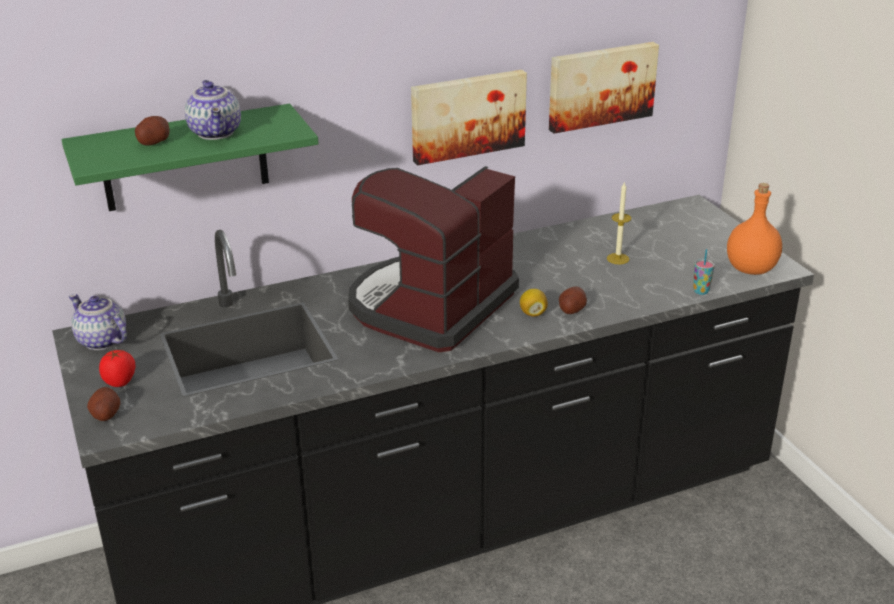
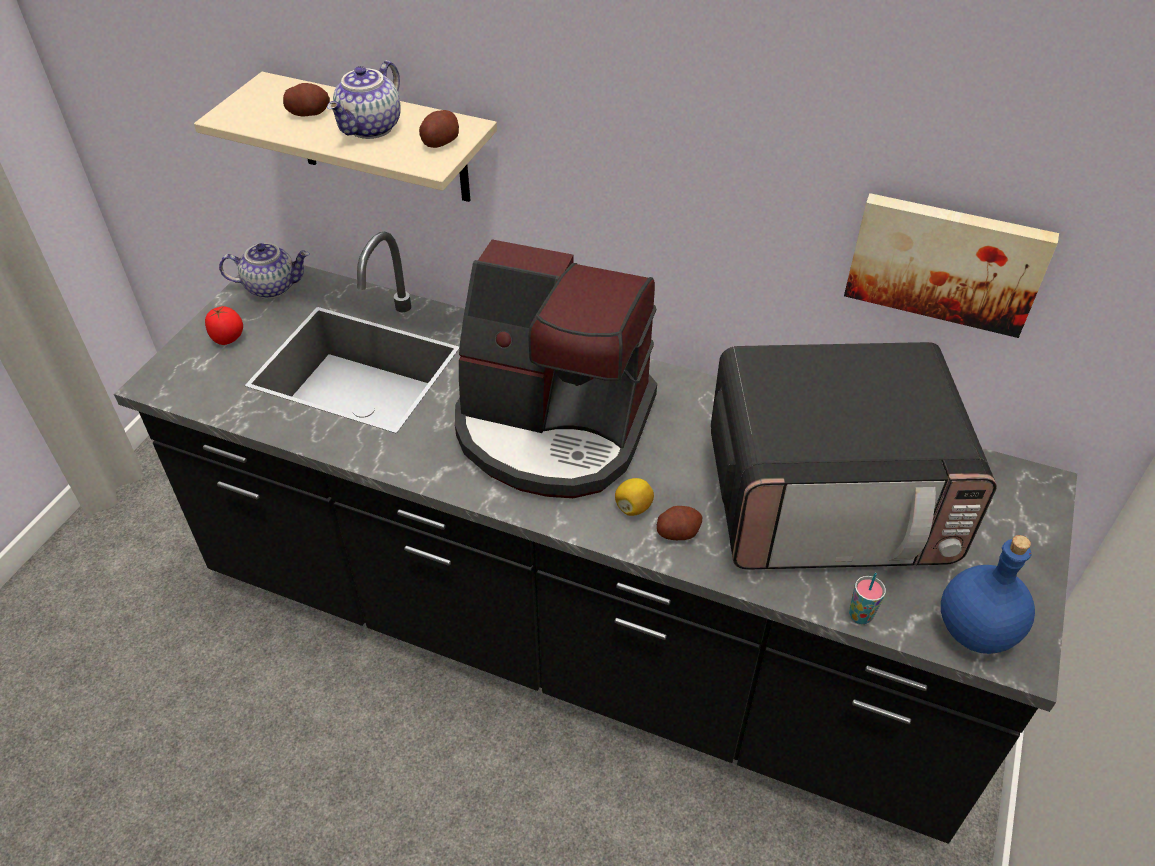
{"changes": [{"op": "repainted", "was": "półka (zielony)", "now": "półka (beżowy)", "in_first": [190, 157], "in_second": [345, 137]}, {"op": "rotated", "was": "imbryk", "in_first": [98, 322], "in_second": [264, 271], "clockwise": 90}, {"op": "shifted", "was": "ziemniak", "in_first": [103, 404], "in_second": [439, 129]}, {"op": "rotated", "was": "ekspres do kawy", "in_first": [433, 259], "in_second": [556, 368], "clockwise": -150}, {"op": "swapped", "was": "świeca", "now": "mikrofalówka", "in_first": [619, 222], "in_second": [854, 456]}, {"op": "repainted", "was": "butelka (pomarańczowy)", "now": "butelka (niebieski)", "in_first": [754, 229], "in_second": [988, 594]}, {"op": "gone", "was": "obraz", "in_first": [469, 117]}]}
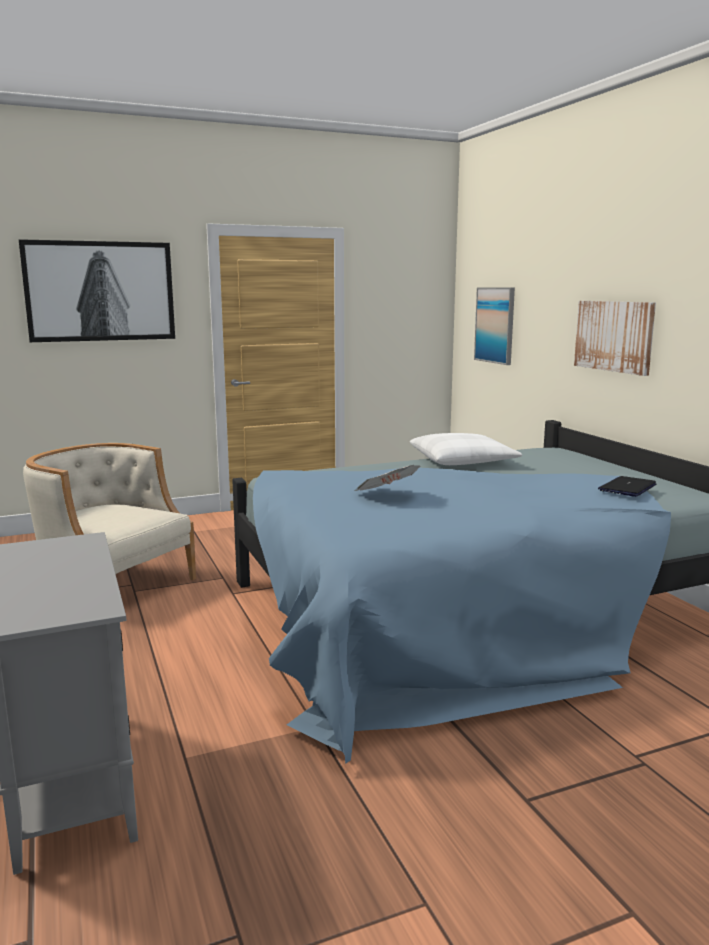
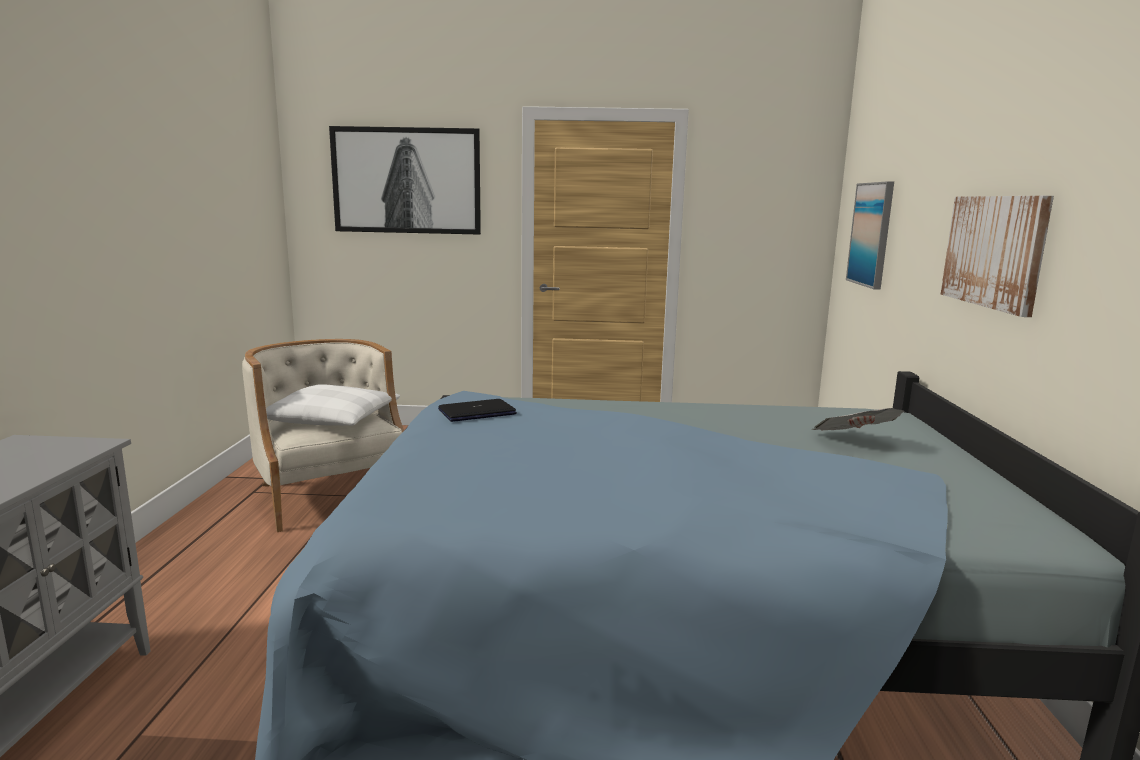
{"changes": [{"op": "shifted", "was": "poduszka (biały)", "in_first": [466, 449], "in_second": [333, 405]}, {"op": "shifted", "was": "laptop", "in_first": [627, 486], "in_second": [477, 410]}, {"op": "shifted", "was": "gazeta", "in_first": [387, 478], "in_second": [858, 419]}]}
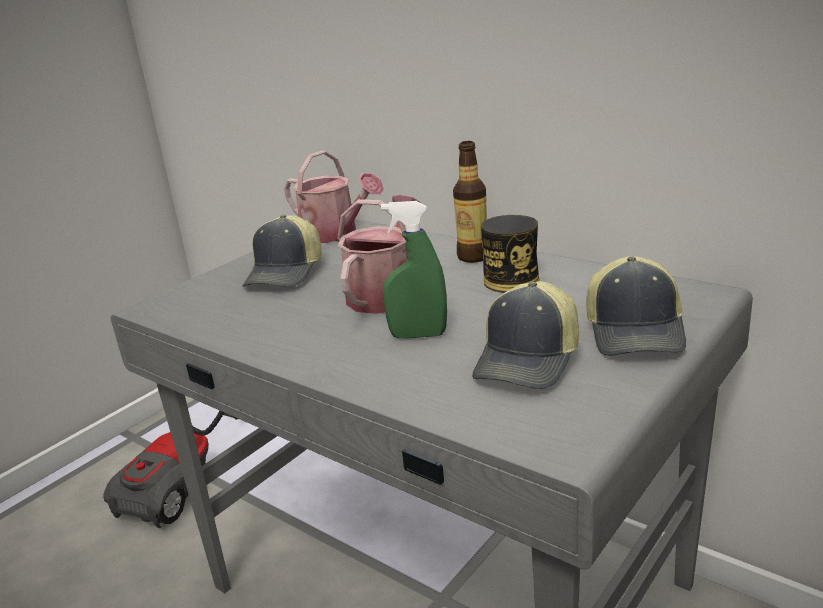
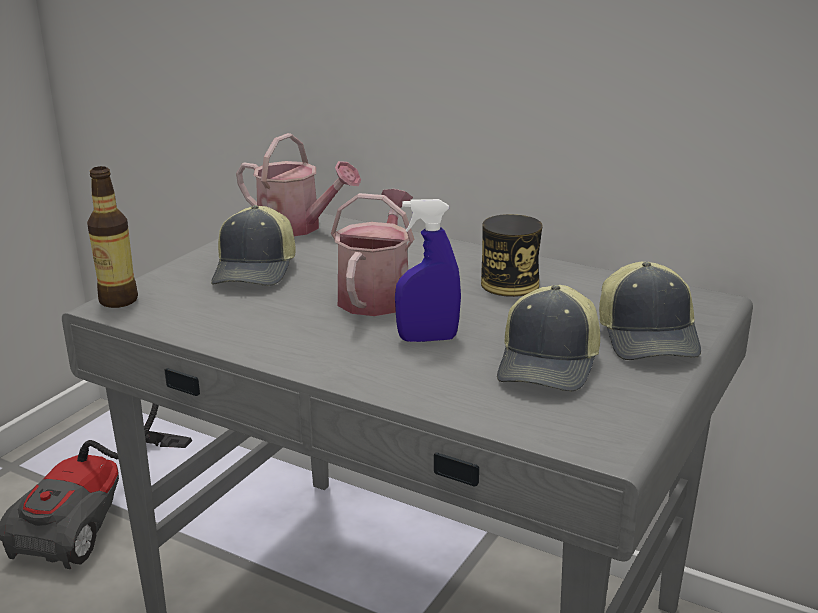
{"changes": [{"op": "shifted", "was": "butelka", "in_first": [470, 202], "in_second": [112, 237]}, {"op": "repainted", "was": "spryskiwacz (zielony)", "now": "spryskiwacz (niebieski)", "in_first": [414, 269], "in_second": [428, 270]}]}
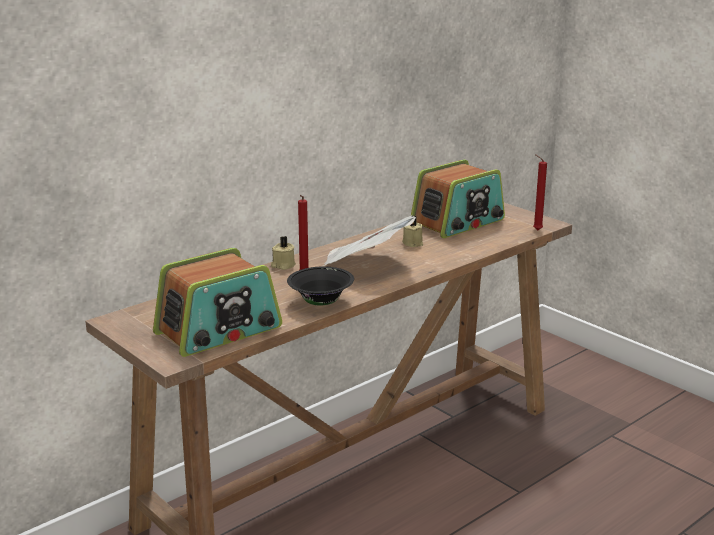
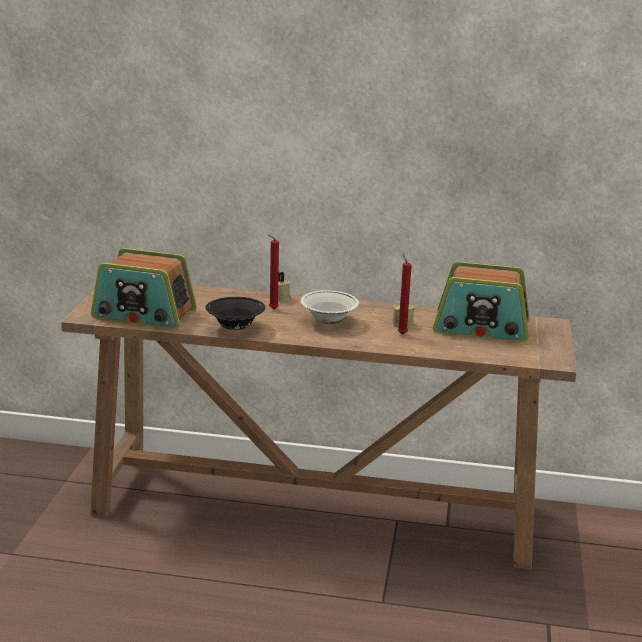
{"changes": [{"op": "swapped", "was": "gazeta", "now": "miska (biały)", "in_first": [369, 240], "in_second": [329, 307]}, {"op": "shifted", "was": "świeca (czerwony)", "in_first": [540, 192], "in_second": [405, 294]}]}
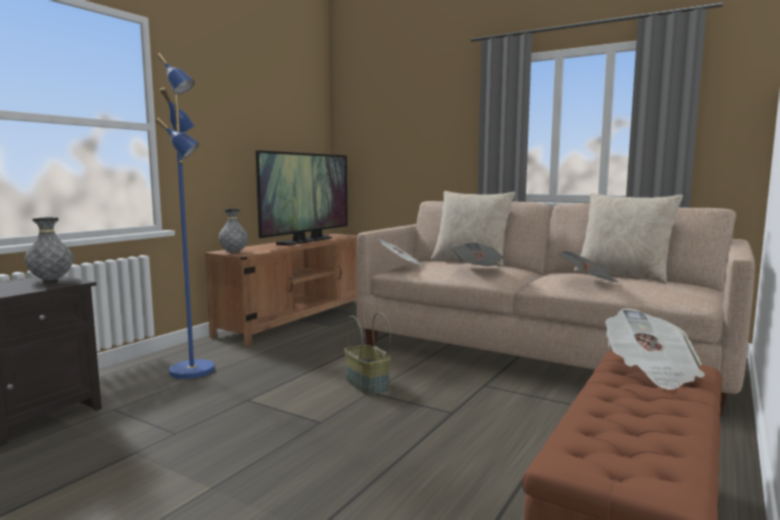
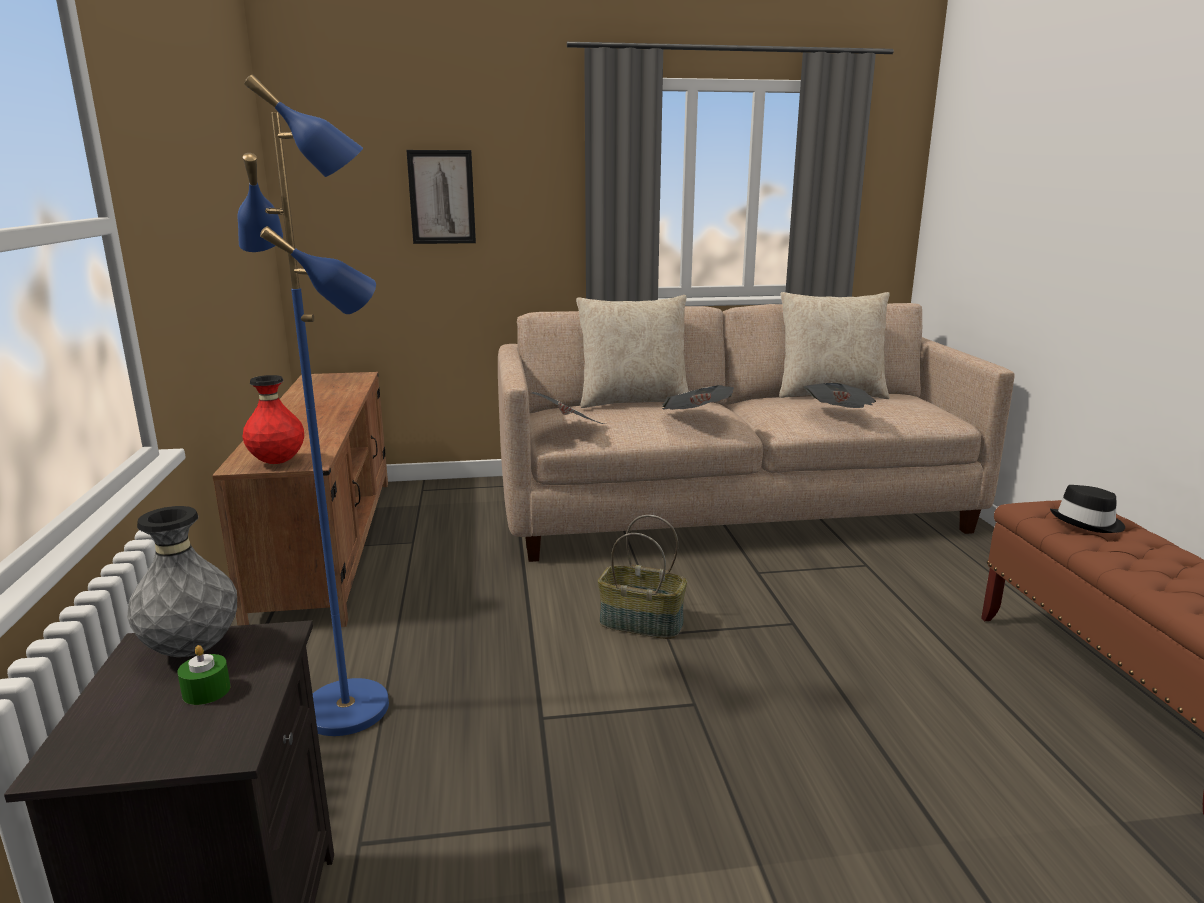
{"changes": [{"op": "new", "now": "świeca (zielony)", "in_second": [203, 675]}, {"op": "repainted", "was": "wazon (szary)", "now": "wazon (czerwony)", "in_first": [233, 231], "in_second": [273, 419]}, {"op": "new", "now": "obraz", "in_second": [441, 197]}, {"op": "swapped", "was": "gazeta", "now": "kapelusz (czarny)", "in_first": [655, 349], "in_second": [1087, 509]}, {"op": "gone", "was": "telewizor", "in_first": [302, 197]}]}
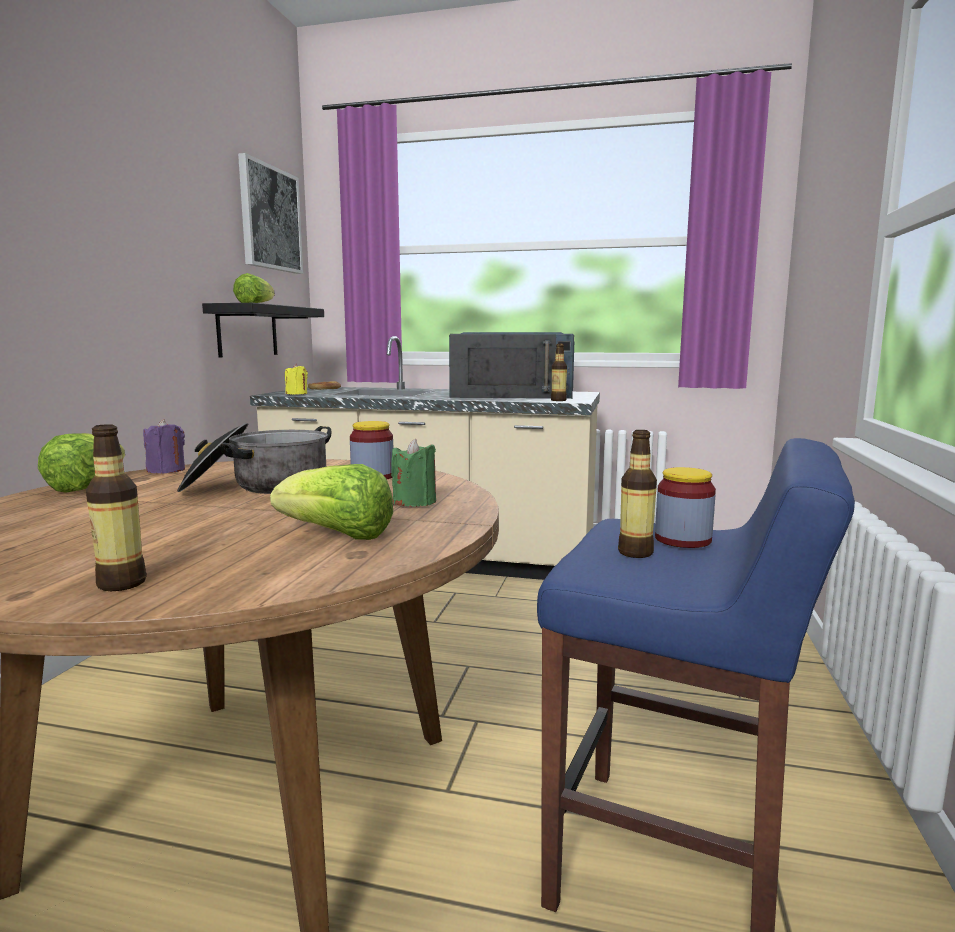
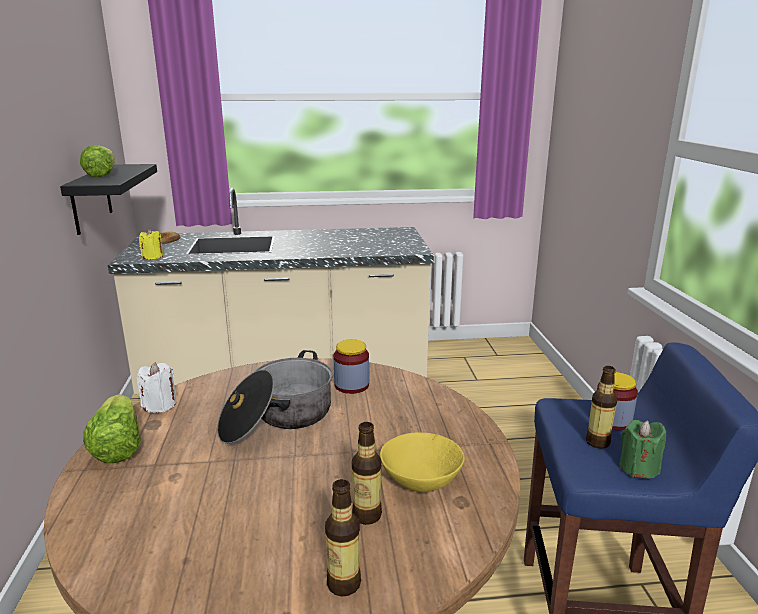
{"changes": [{"op": "repainted", "was": "świeca (fioletowy)", "now": "świeca (biały)", "in_first": [164, 446], "in_second": [156, 387]}, {"op": "shifted", "was": "butelka", "in_first": [559, 372], "in_second": [367, 473]}, {"op": "swapped", "was": "sałata", "now": "miska (żółty)", "in_first": [331, 502], "in_second": [422, 462]}, {"op": "shifted", "was": "świeca (zielony)", "in_first": [413, 473], "in_second": [643, 449]}, {"op": "gone", "was": "obraz", "in_first": [270, 213]}, {"op": "gone", "was": "mikrofalówka (niebieski)", "in_first": [511, 365]}]}
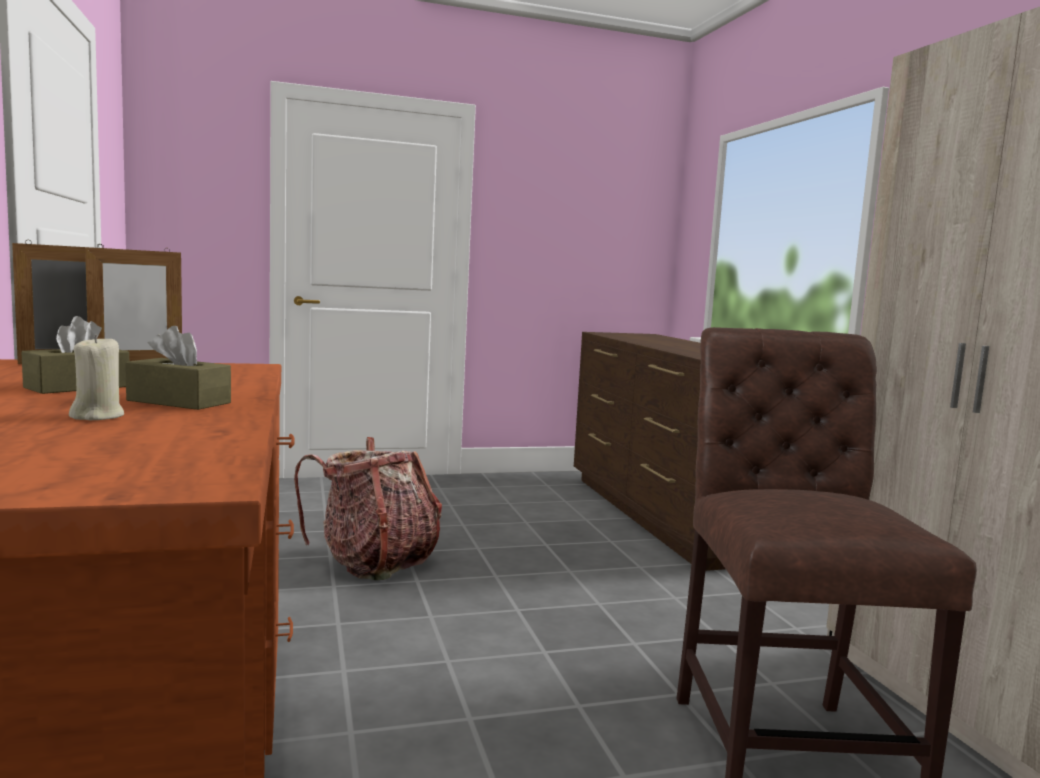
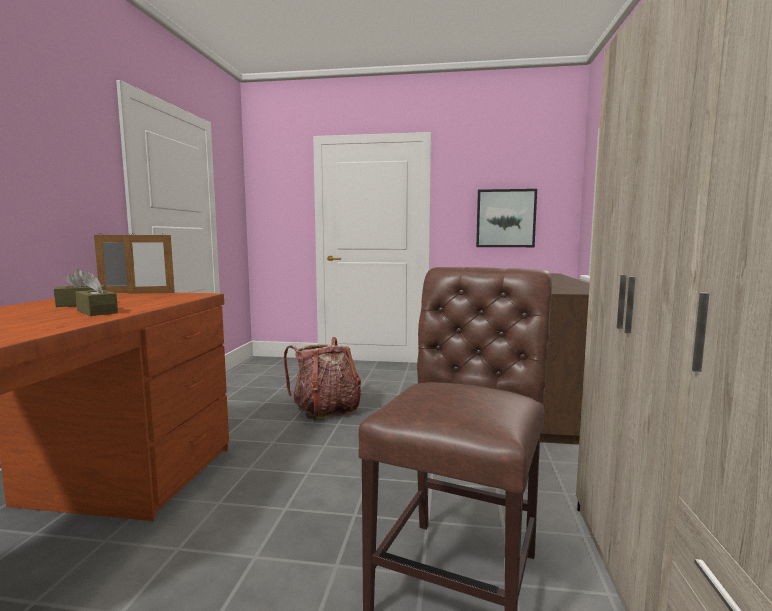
{"changes": [{"op": "new", "now": "obraz", "in_second": [506, 218]}, {"op": "gone", "was": "świeca (beżowy)", "in_first": [96, 377]}]}
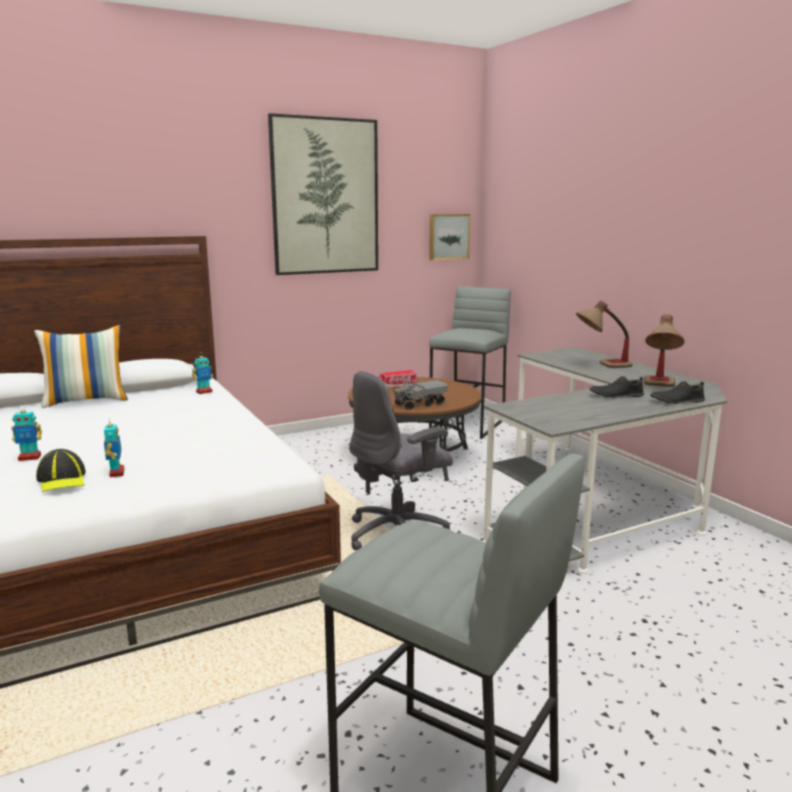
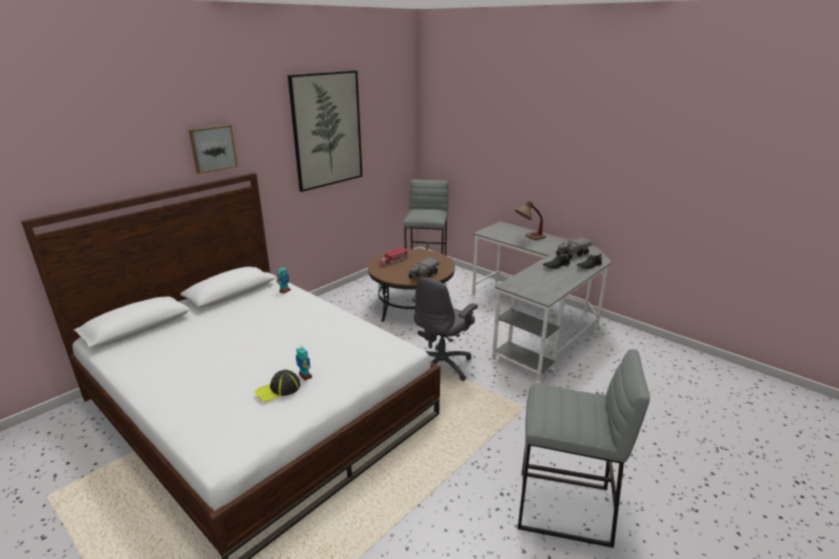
{"changes": [{"op": "shifted", "was": "obraz", "in_first": [449, 237], "in_second": [213, 149]}, {"op": "rotated", "was": "czapka z daszkiem", "in_first": [61, 470], "in_second": [277, 386], "clockwise": 105}, {"op": "swapped", "was": "lampa stołowa", "now": "ciężarówka zabawkowa", "in_first": [664, 350], "in_second": [574, 248]}, {"op": "gone", "was": "robot zabawkowy", "in_first": [26, 433]}, {"op": "gone", "was": "poduszka", "in_first": [81, 366]}]}
